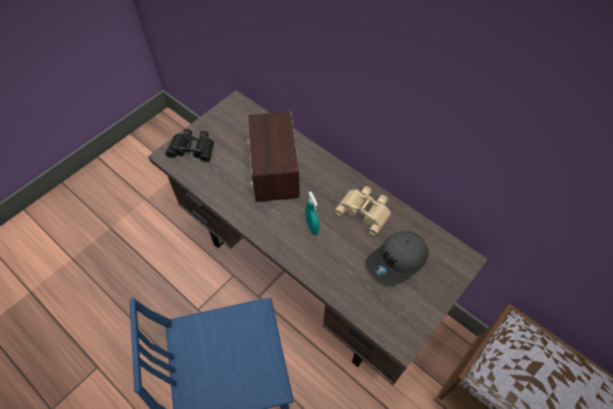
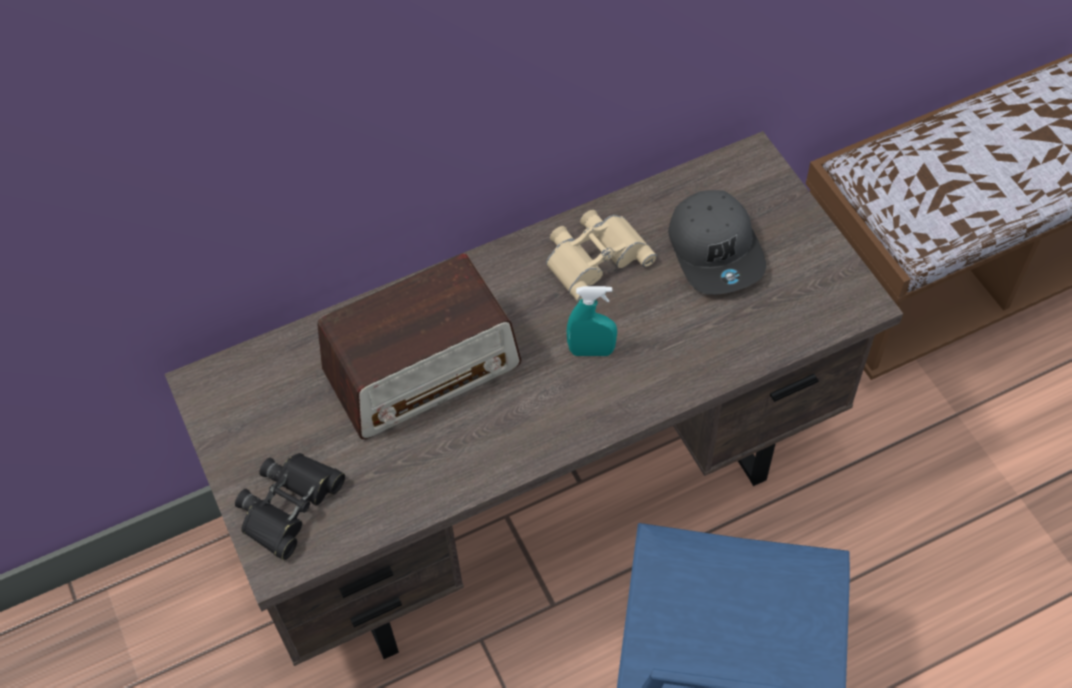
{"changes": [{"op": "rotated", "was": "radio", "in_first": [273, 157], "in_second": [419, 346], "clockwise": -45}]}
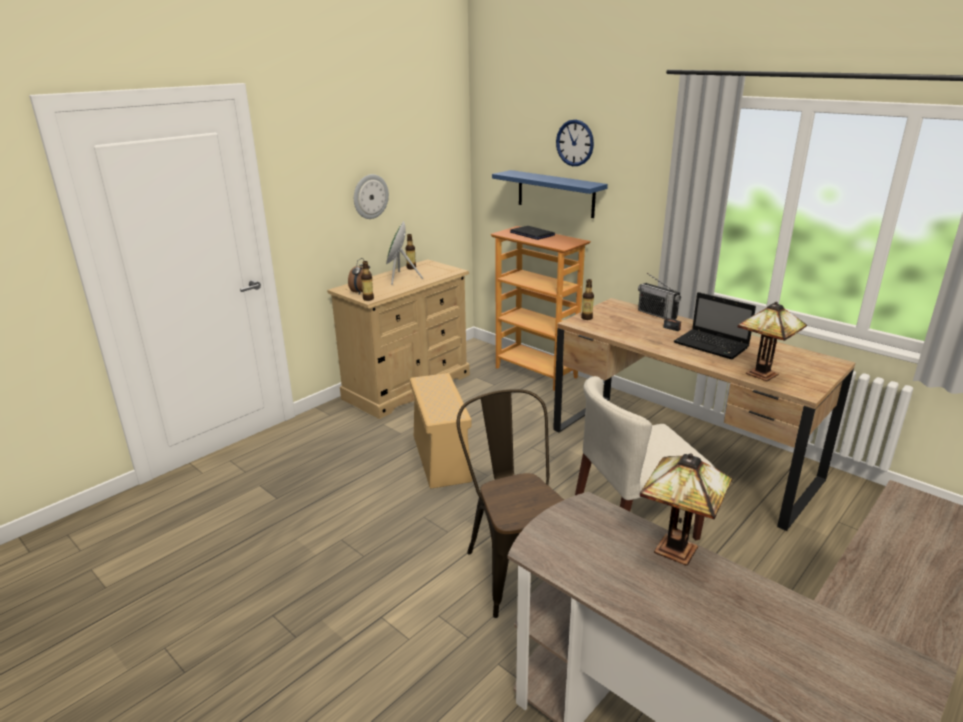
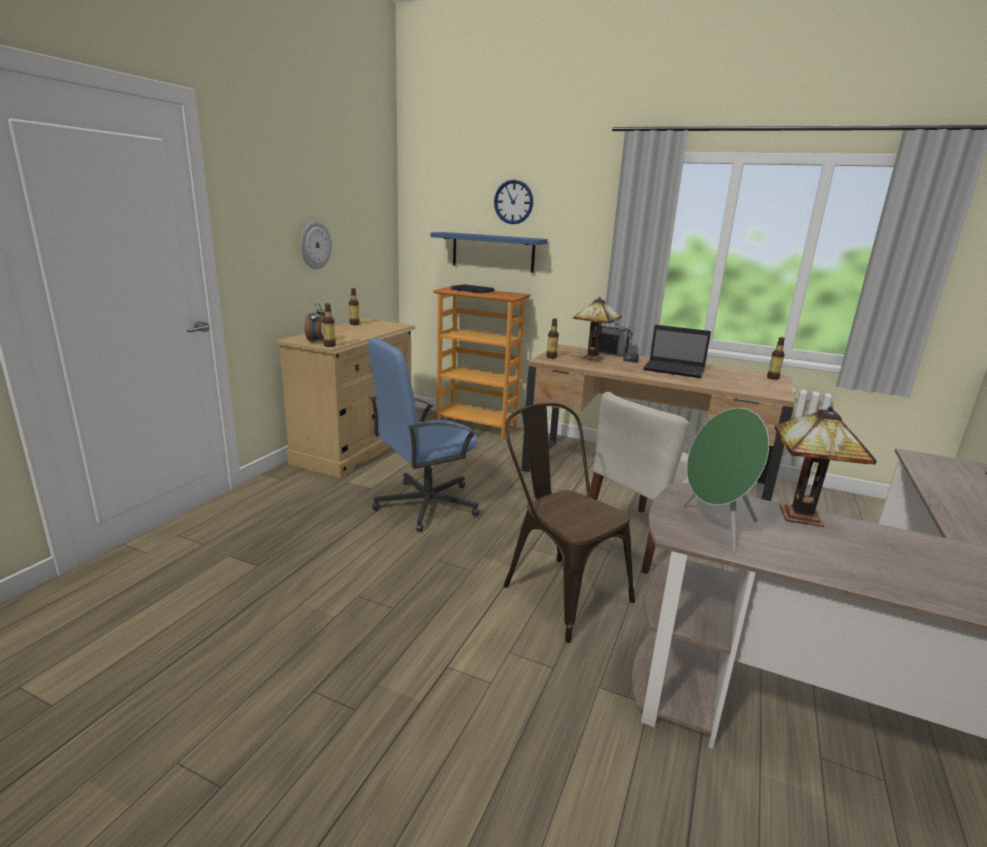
{"changes": [{"op": "swapped", "was": "pojemnik do przechowywania (beżowy)", "now": "krzesło biurowe (niebieski)", "in_first": [441, 431], "in_second": [423, 435]}, {"op": "shifted", "was": "lampa stołowa", "in_first": [772, 341], "in_second": [597, 329]}, {"op": "shifted", "was": "głośnik (zielony)", "in_first": [404, 253], "in_second": [725, 479]}, {"op": "new", "now": "butelka", "in_second": [776, 358]}]}
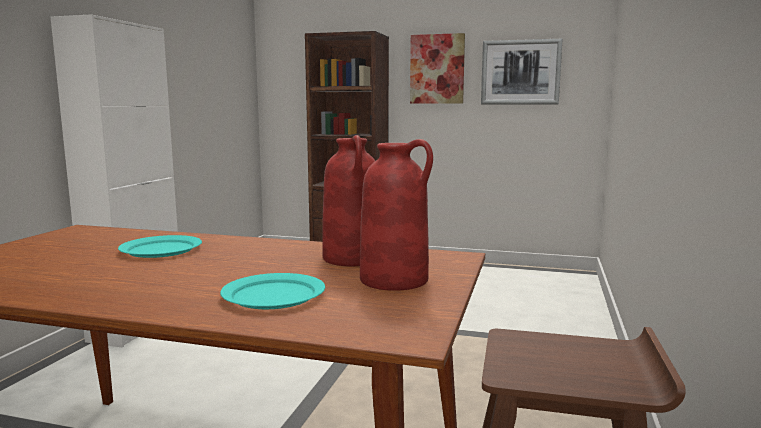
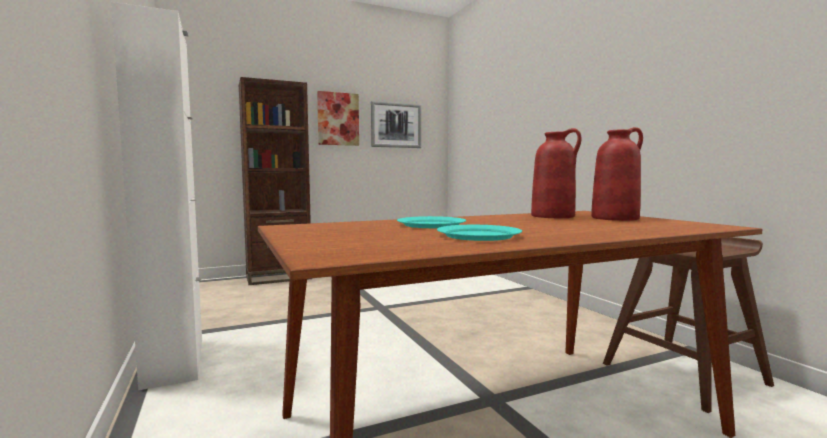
{"changes": [{"op": "shifted", "was": "talerz (turkusowy)", "in_first": [272, 291], "in_second": [479, 233]}]}
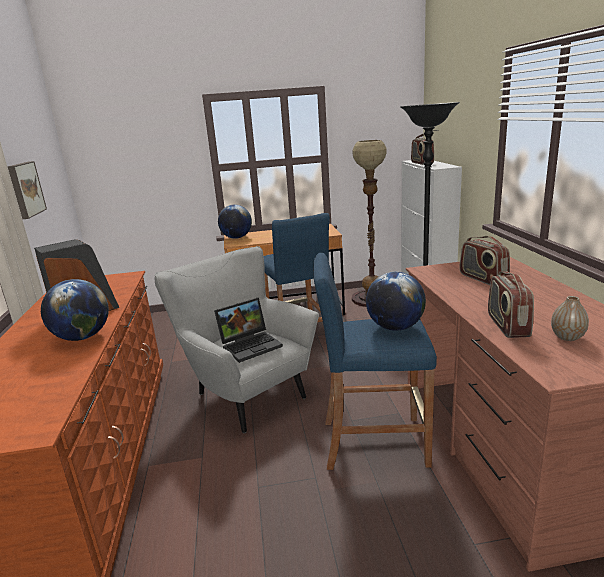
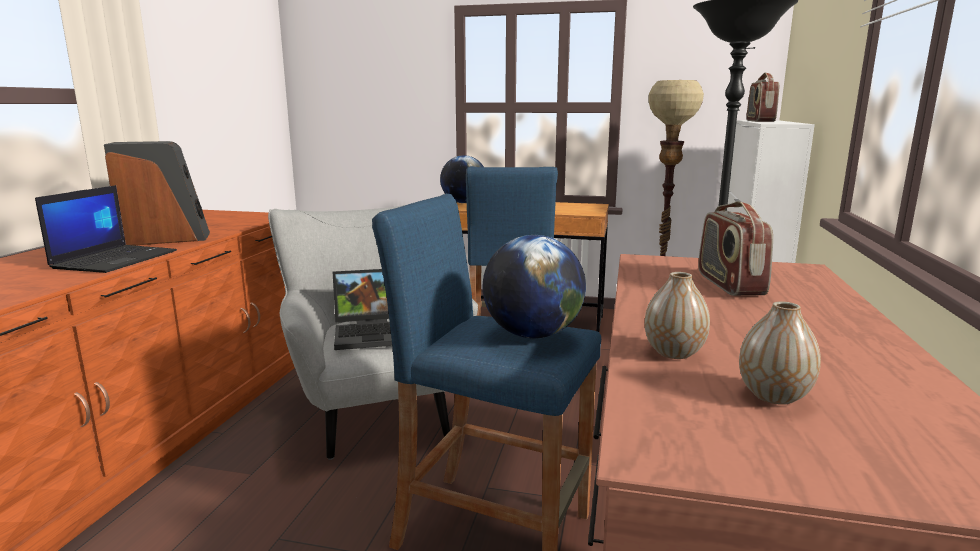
{"changes": [{"op": "swapped", "was": "globus", "now": "laptop", "in_first": [75, 310], "in_second": [106, 229]}, {"op": "swapped", "was": "radio", "now": "wazon", "in_first": [511, 305], "in_second": [677, 315]}, {"op": "gone", "was": "obraz", "in_first": [27, 190]}]}
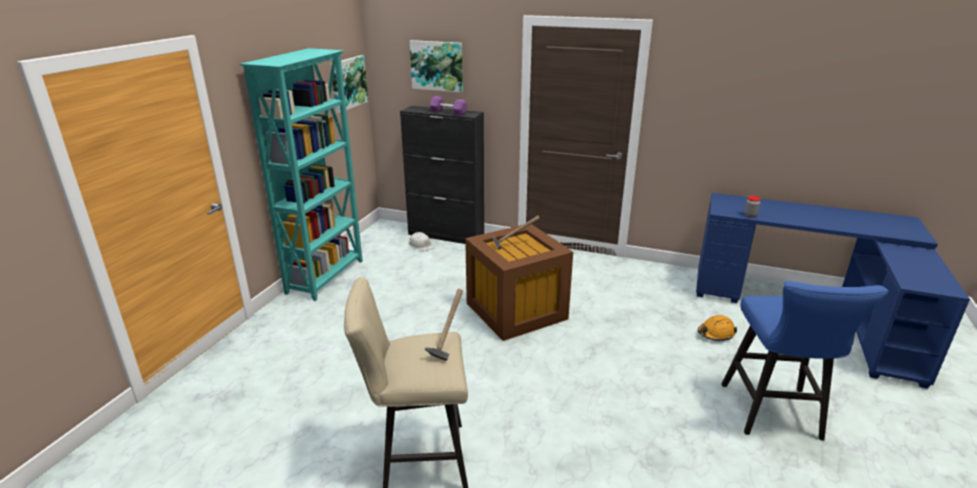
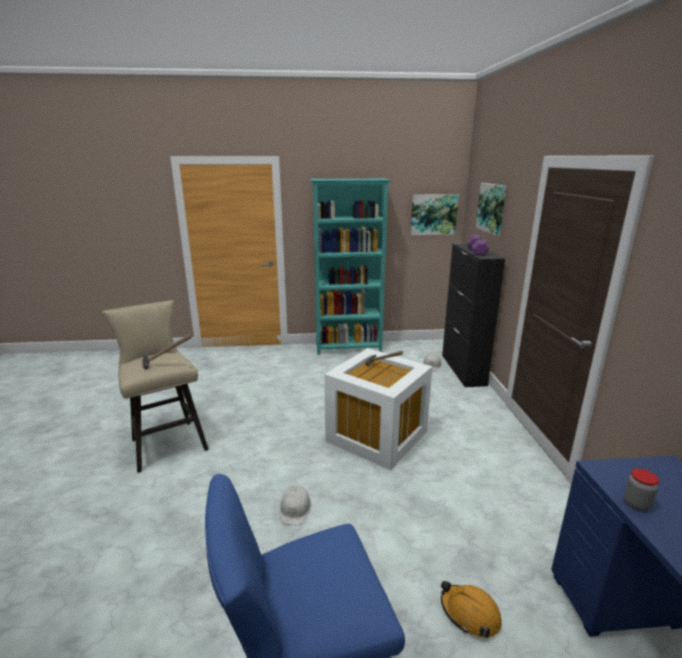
{"changes": [{"op": "new", "now": "kask (biały)", "in_second": [295, 505]}, {"op": "repainted", "was": "pojemnik do przechowywania (brązowy)", "now": "pojemnik do przechowywania (biały)", "in_first": [519, 282], "in_second": [378, 409]}]}
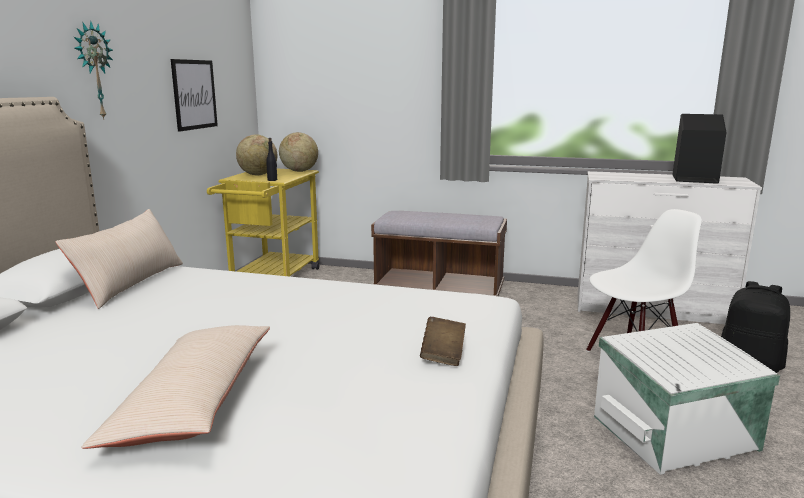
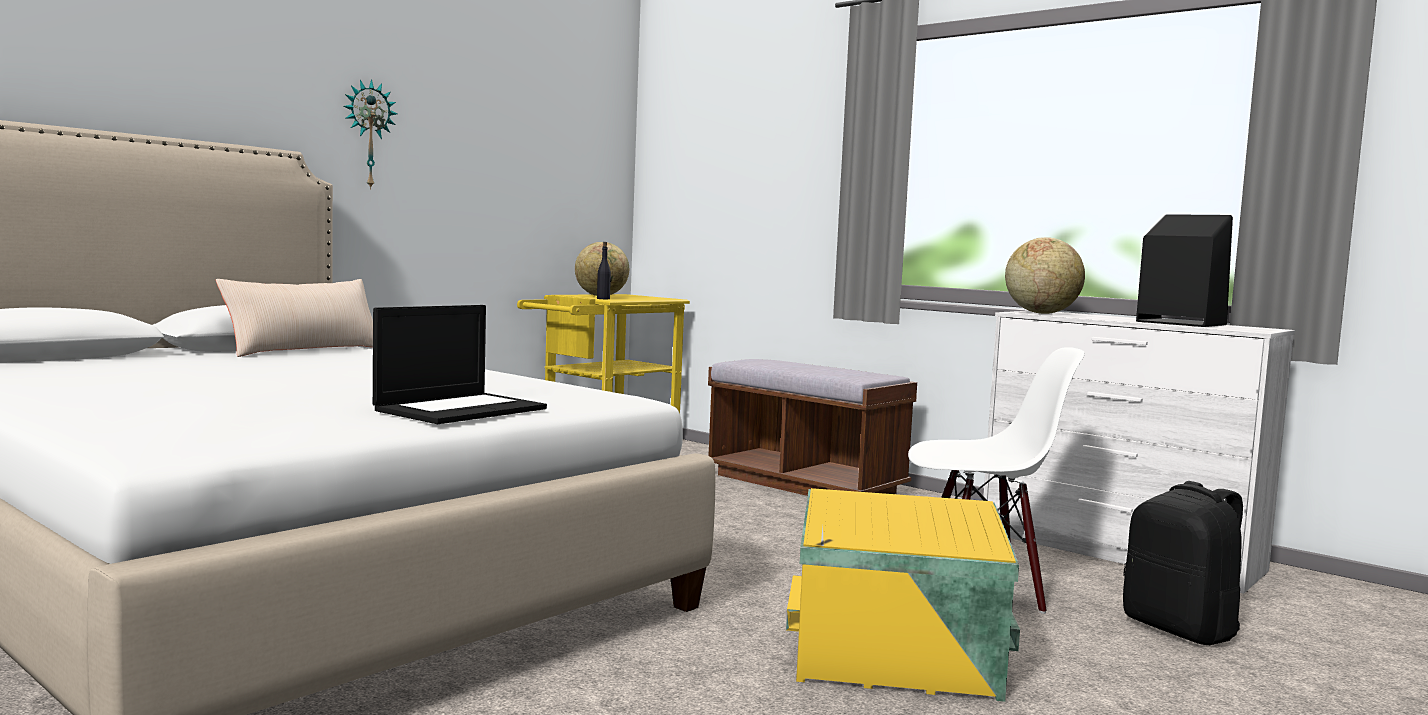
{"changes": [{"op": "swapped", "was": "książka (brązowy)", "now": "laptop", "in_first": [443, 341], "in_second": [460, 364]}, {"op": "repainted", "was": "pojemnik do przechowywania (biały)", "now": "pojemnik do przechowywania (żółty)", "in_first": [687, 399], "in_second": [903, 595]}, {"op": "shifted", "was": "globus", "in_first": [298, 152], "in_second": [1045, 275]}, {"op": "gone", "was": "poduszka (beżowy)", "in_first": [175, 387]}, {"op": "gone", "was": "obraz", "in_first": [194, 95]}]}
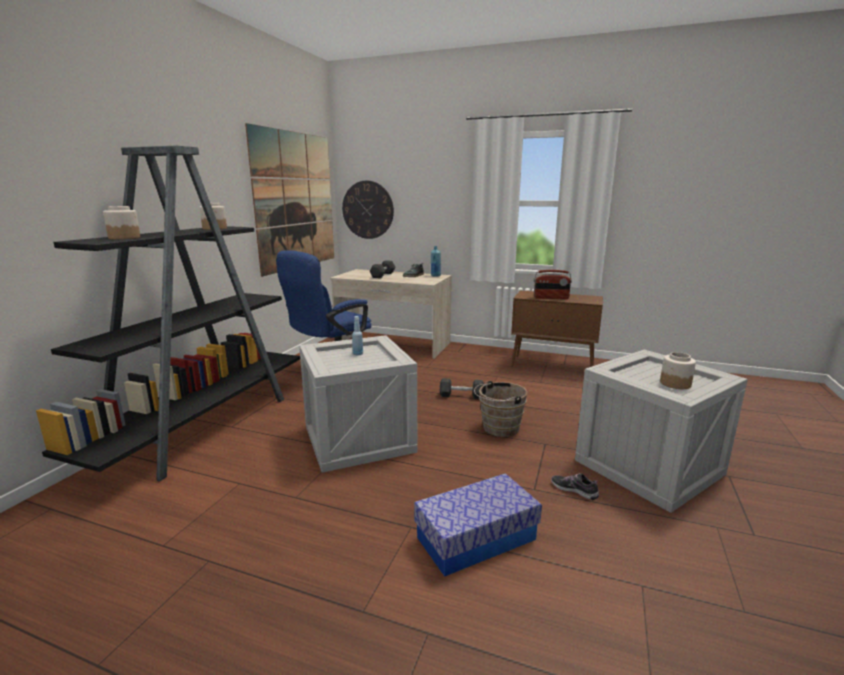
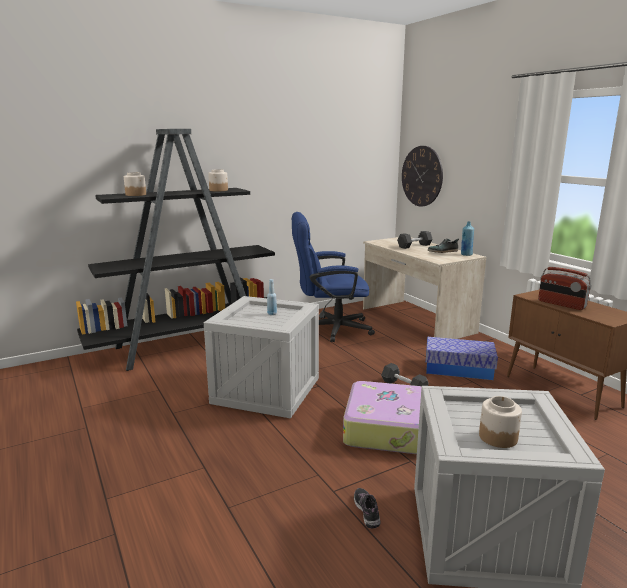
{"changes": [{"op": "swapped", "was": "wiadro (brązowy)", "now": "walizka", "in_first": [501, 409], "in_second": [382, 417]}, {"op": "shifted", "was": "pojemnik do przechowywania", "in_first": [478, 525], "in_second": [462, 358]}, {"op": "gone", "was": "obraz", "in_first": [289, 200]}]}
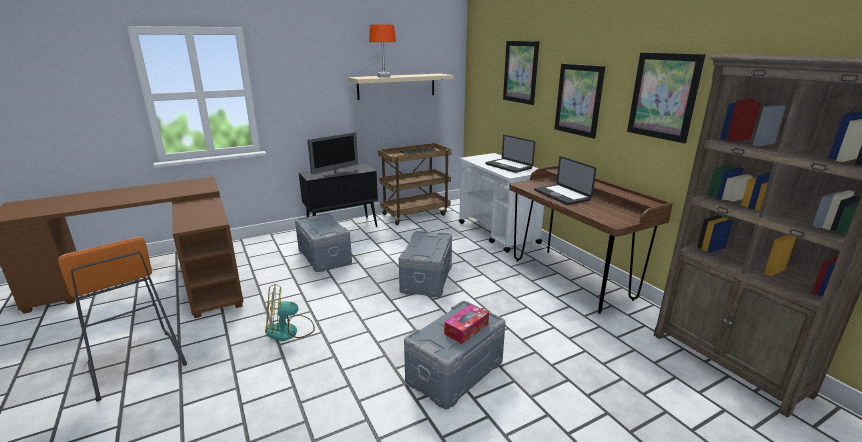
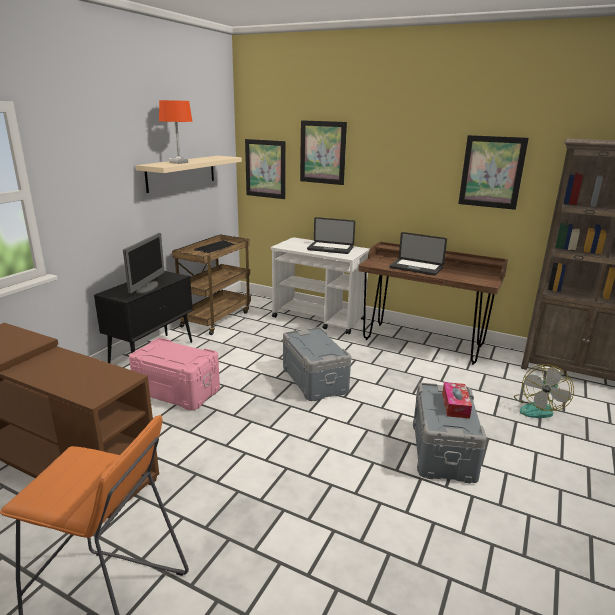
{"changes": [{"op": "repainted", "was": "pojemnik do przechowywania (szary)", "now": "pojemnik do przechowywania (różowy)", "in_first": [323, 242], "in_second": [174, 374]}, {"op": "shifted", "was": "obraz", "in_first": [579, 101], "in_second": [265, 169]}, {"op": "shifted", "was": "wentylator", "in_first": [290, 312], "in_second": [544, 391]}]}
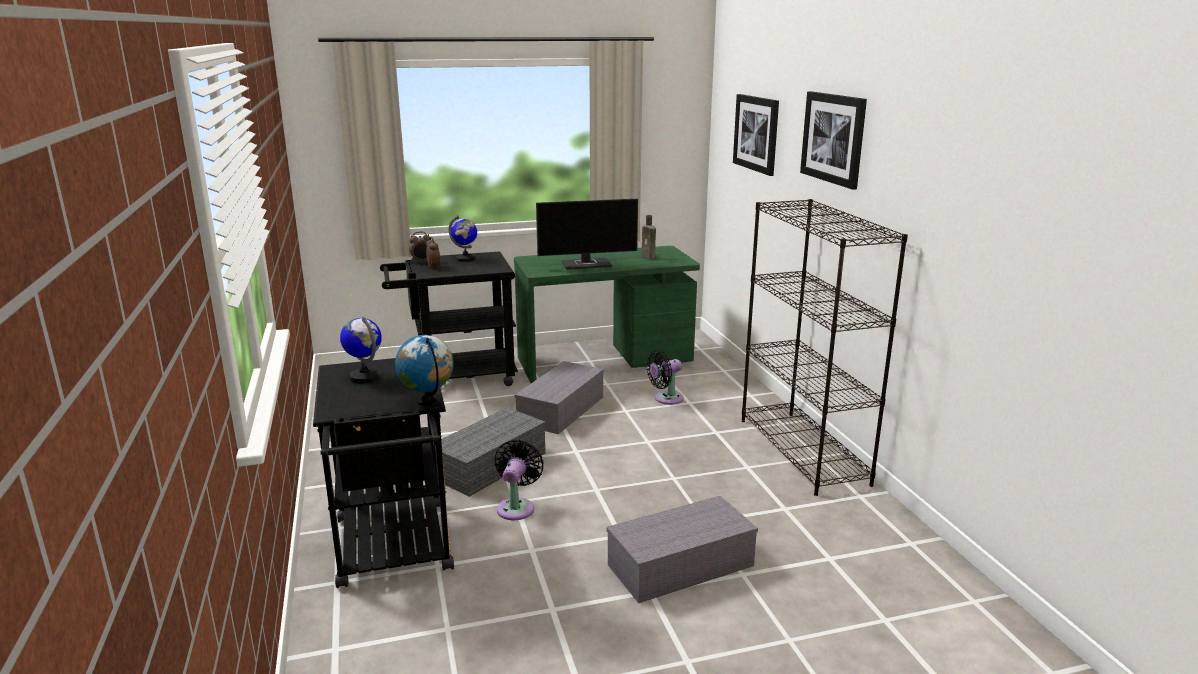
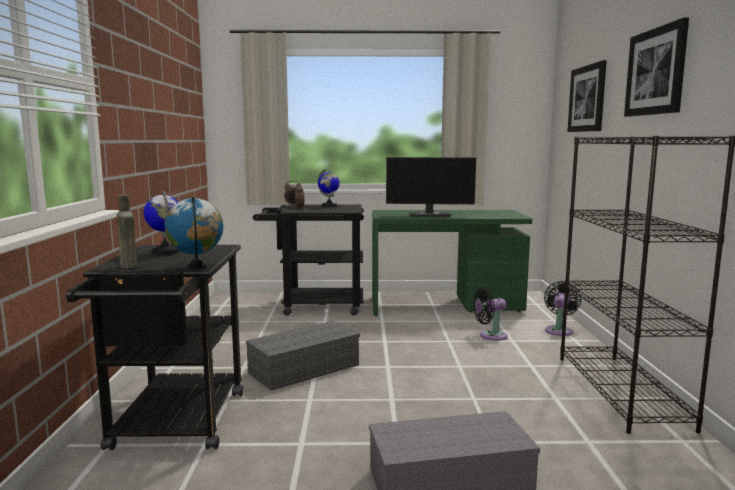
{"changes": [{"op": "shifted", "was": "butelka (brązowy)", "in_first": [649, 237], "in_second": [127, 231]}, {"op": "shifted", "was": "wentylator (czarny)", "in_first": [519, 480], "in_second": [563, 308]}, {"op": "gone", "was": "pojemnik do przechowywania (szary)", "in_first": [559, 397]}]}
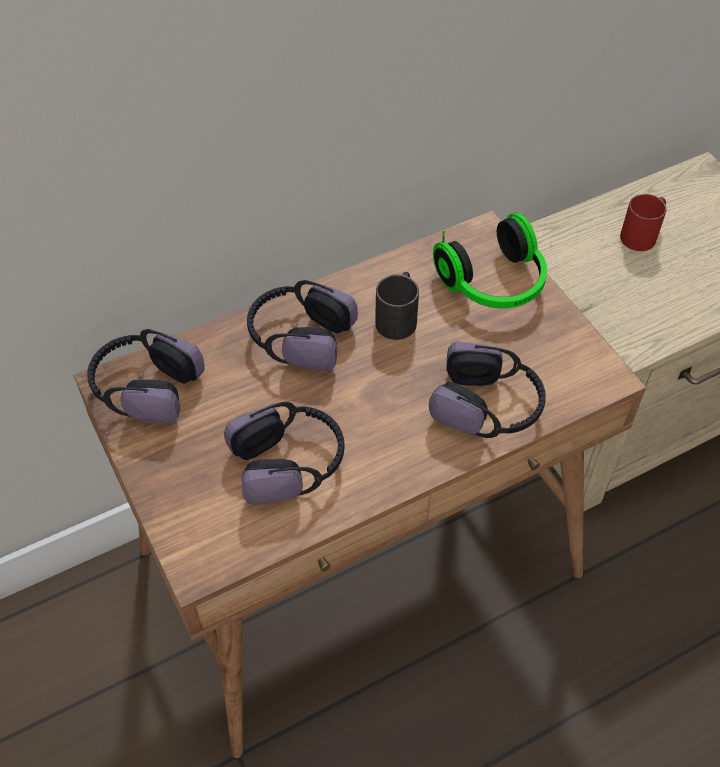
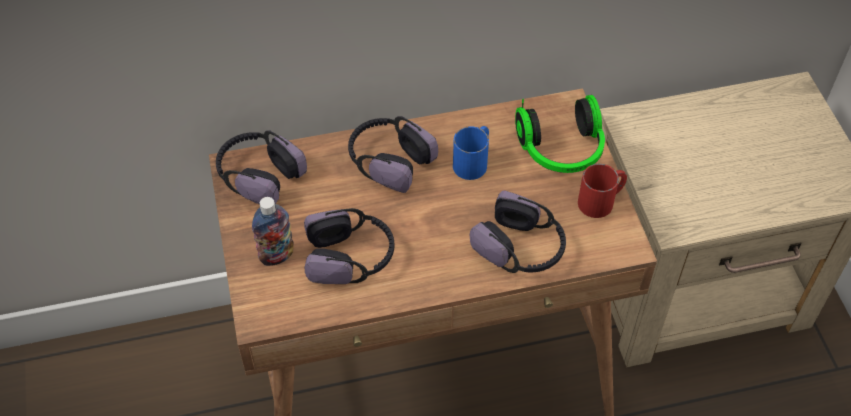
{"changes": [{"op": "new", "now": "butelka", "in_second": [273, 231]}, {"op": "repainted", "was": "kubek (czarny)", "now": "kubek (niebieski)", "in_first": [397, 306], "in_second": [471, 153]}, {"op": "shifted", "was": "kubek (czerwony)", "in_first": [643, 222], "in_second": [602, 191]}]}
